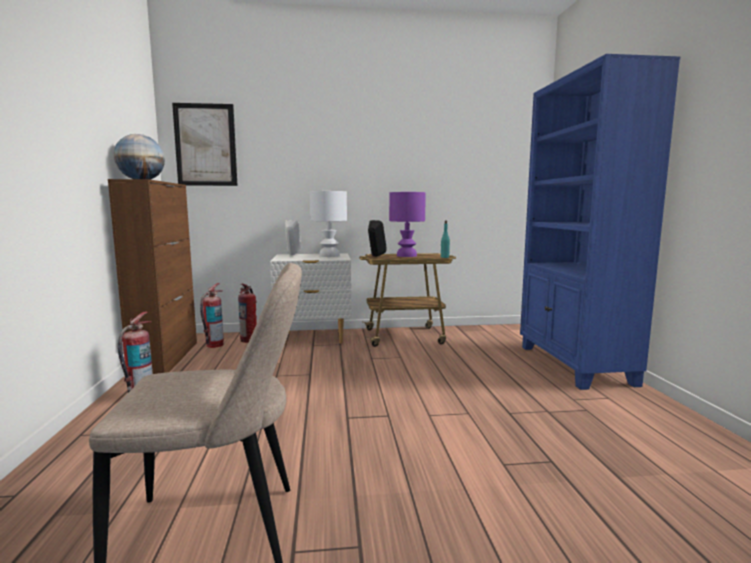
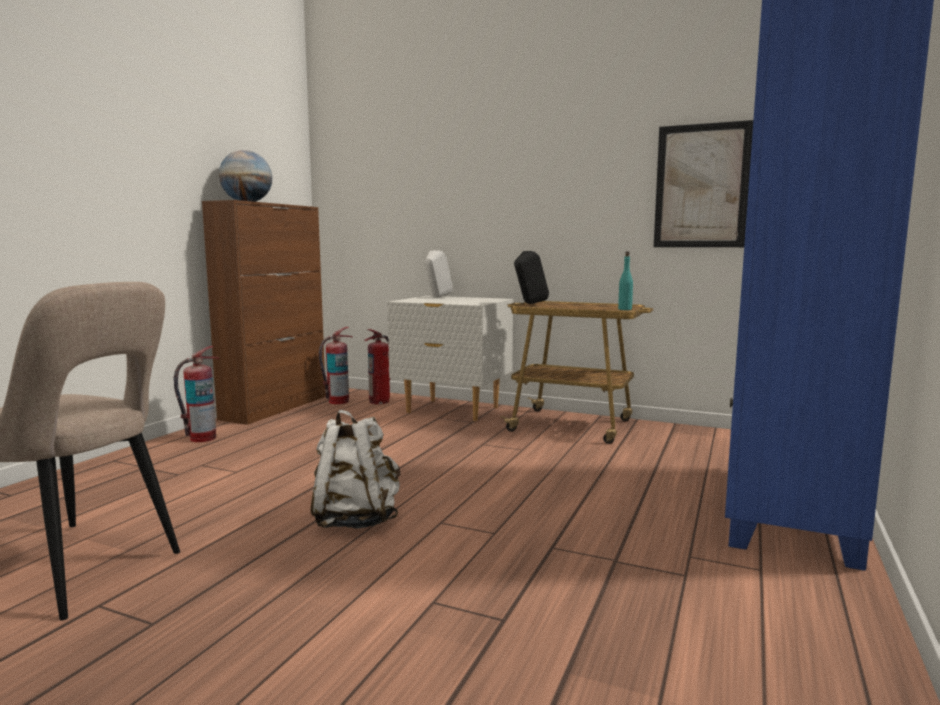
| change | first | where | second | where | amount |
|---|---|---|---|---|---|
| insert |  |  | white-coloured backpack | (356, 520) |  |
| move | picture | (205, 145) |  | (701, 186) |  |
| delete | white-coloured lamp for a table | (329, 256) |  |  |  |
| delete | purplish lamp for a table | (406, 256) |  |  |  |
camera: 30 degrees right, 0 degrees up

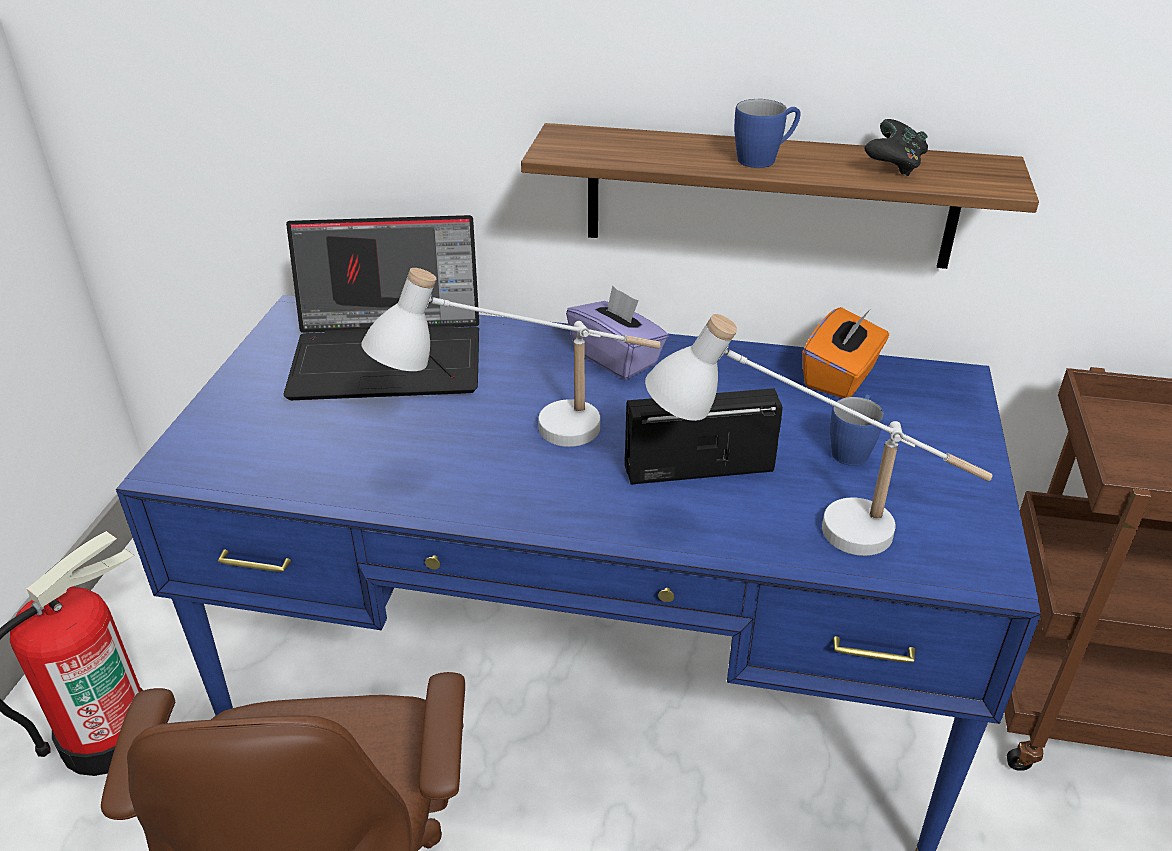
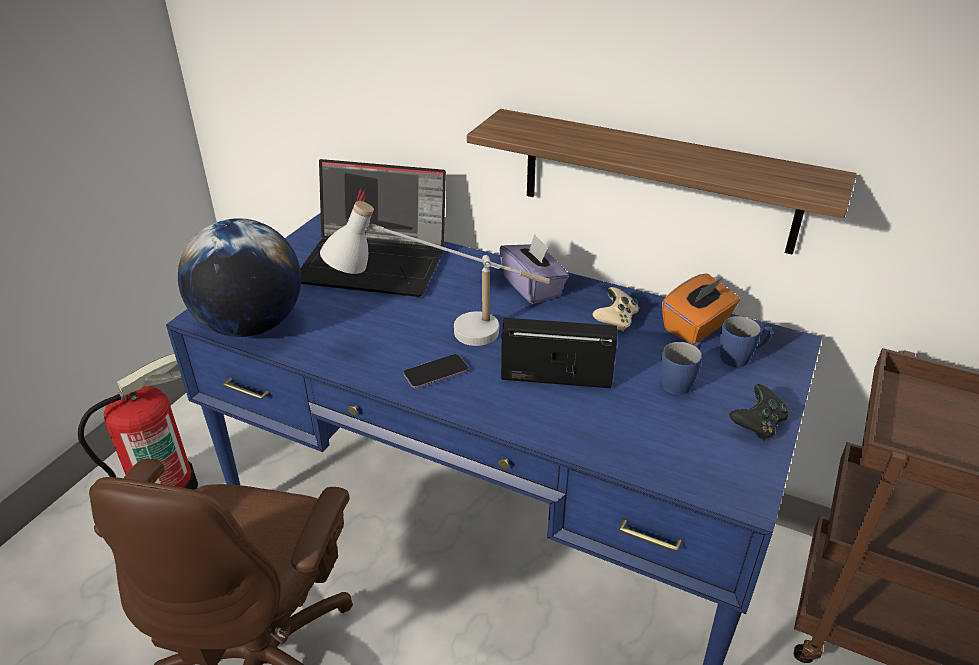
| change | first | where | second | where | amount |
|---|---|---|---|---|---|
| insert |  |  | world globe | (251, 325) |  |
| insert |  |  | telephone | (436, 373) |  |
| insert |  |  | beige game controller | (615, 320) |  |
| move | bluish mug | (764, 159) |  | (741, 357) |  |
| move | black-coloured game controller | (894, 165) |  | (757, 425) |  |
| delete | white-coloured lamp for a table | (803, 527) |  |  |  |
camera: 15 degrees right, 0 degrees up

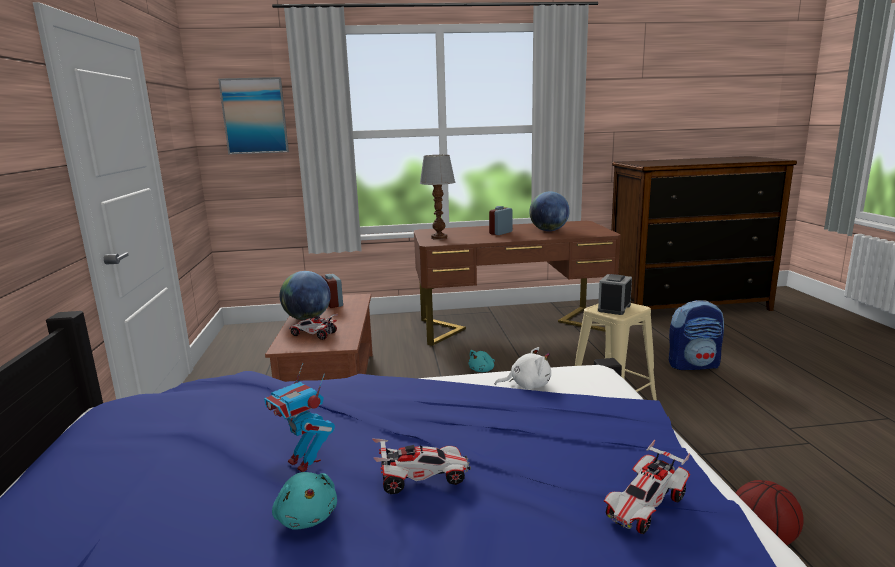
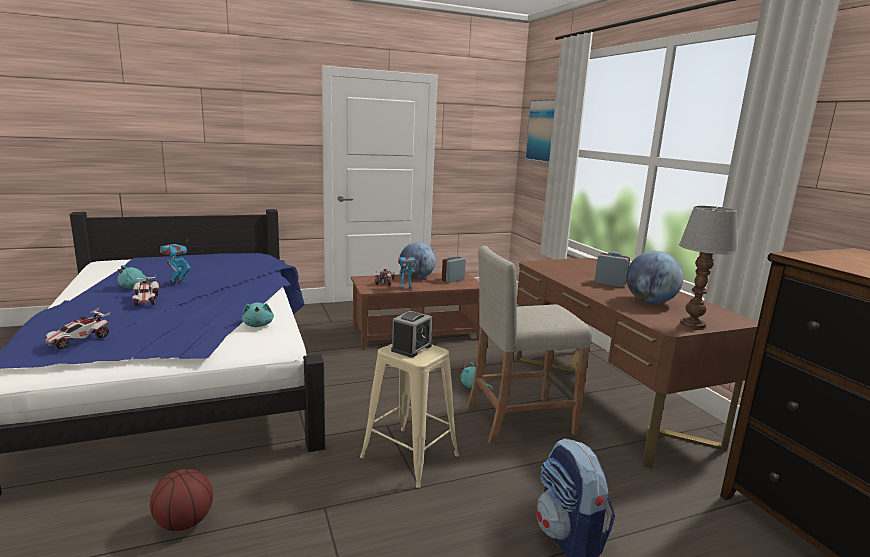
| change | first | where | second | where | amount |
|---|---|---|---|---|---|
| rotate | model car | (645, 507) |  | (79, 340) | 90 degrees counterclockwise |
| recolor | white-coloured cuddly toy | (527, 385) | turquoise cuddly toy | (258, 325) |  |
| rotate | alarm clock | (614, 308) |  | (411, 348) | 105 degrees clockwise |
| insert |  |  | model robot | (406, 289) |  |
| insert |  |  | beige sitting stool | (519, 420) |  |
| move | lamp for a table | (439, 237) |  | (693, 325) |  |
camera: 75 degrees right, 0 degrees up

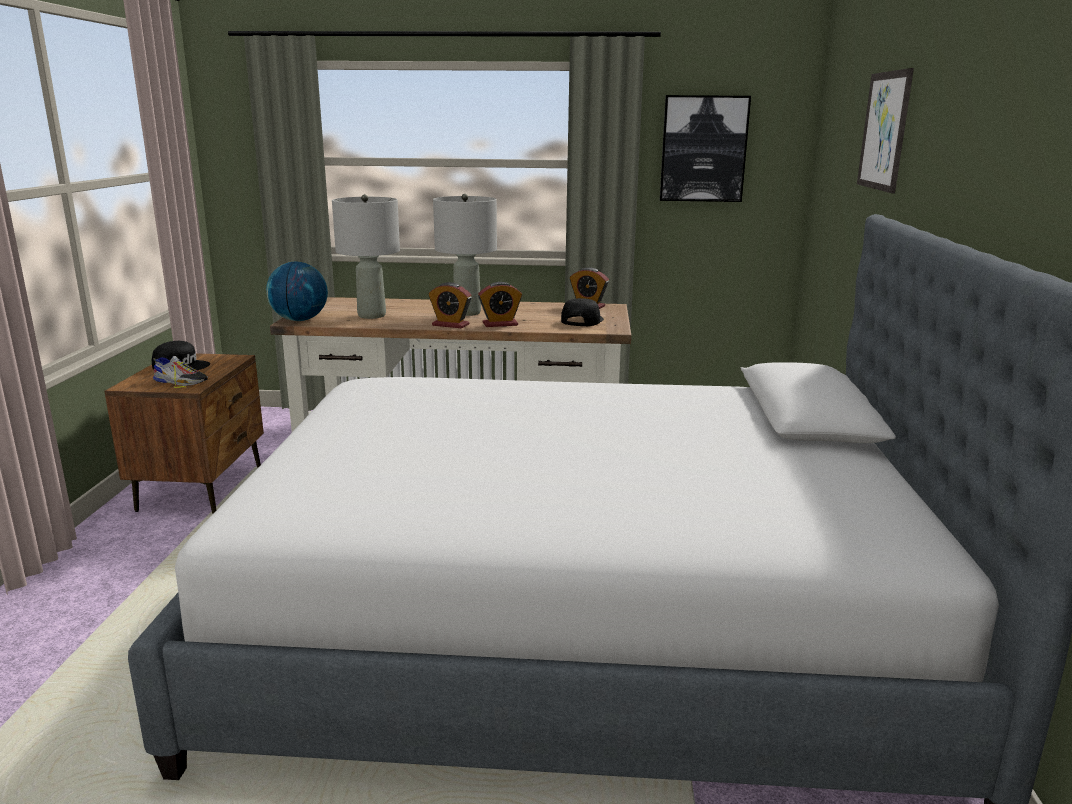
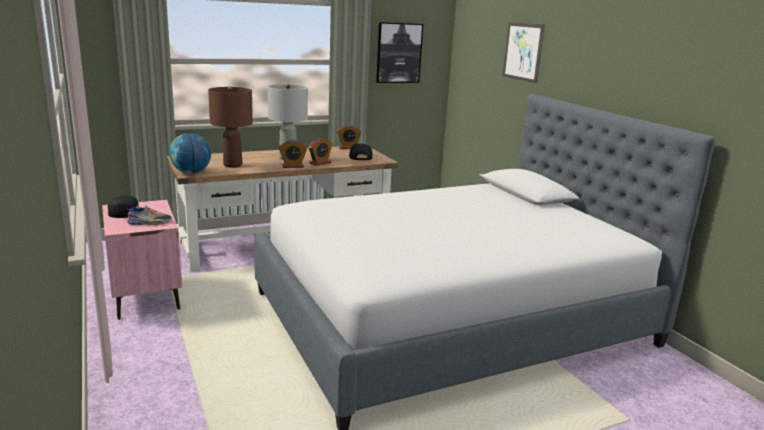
| change | first | where | second | where | amount |
|---|---|---|---|---|---|
| recolor | brown-coloured night table | (202, 488) | pinkish night table | (146, 296) |  |
| recolor | grey lamp for a table | (372, 315) | brown-coloured lamp for a table | (233, 165) |  |
camera: 30 degrees left, 0 degrees up

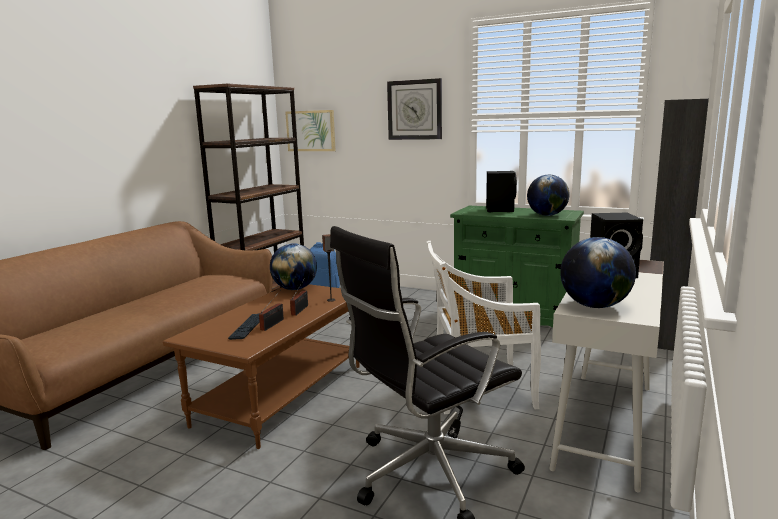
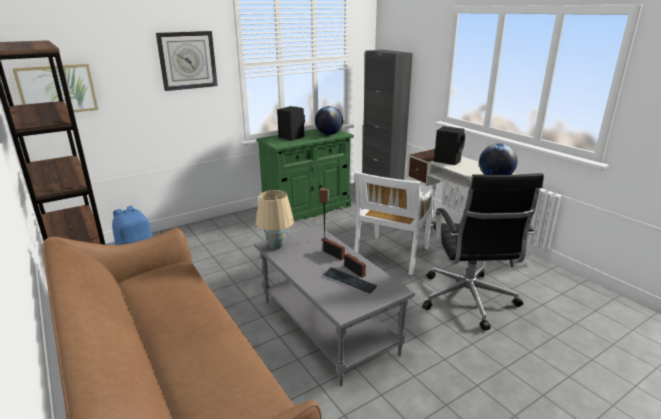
| change | first | where | second | where | amount |
|---|---|---|---|---|---|
| recolor | brown-coloured lounge table | (281, 393) | grey lounge table | (326, 327) |  |
| replace | world globe | (295, 289) | beige lamp for a table | (276, 246) |  |
camera: 60 degrees left, 10 degrees up

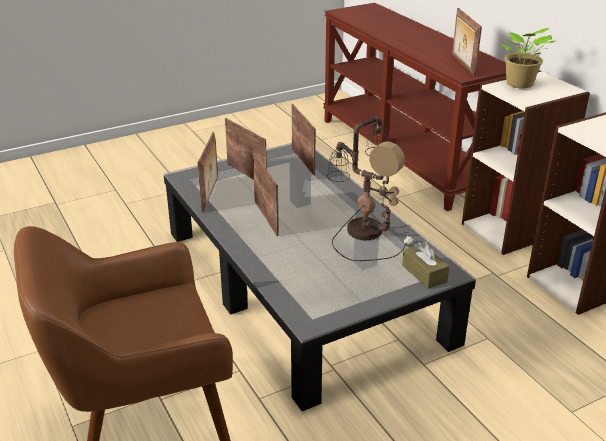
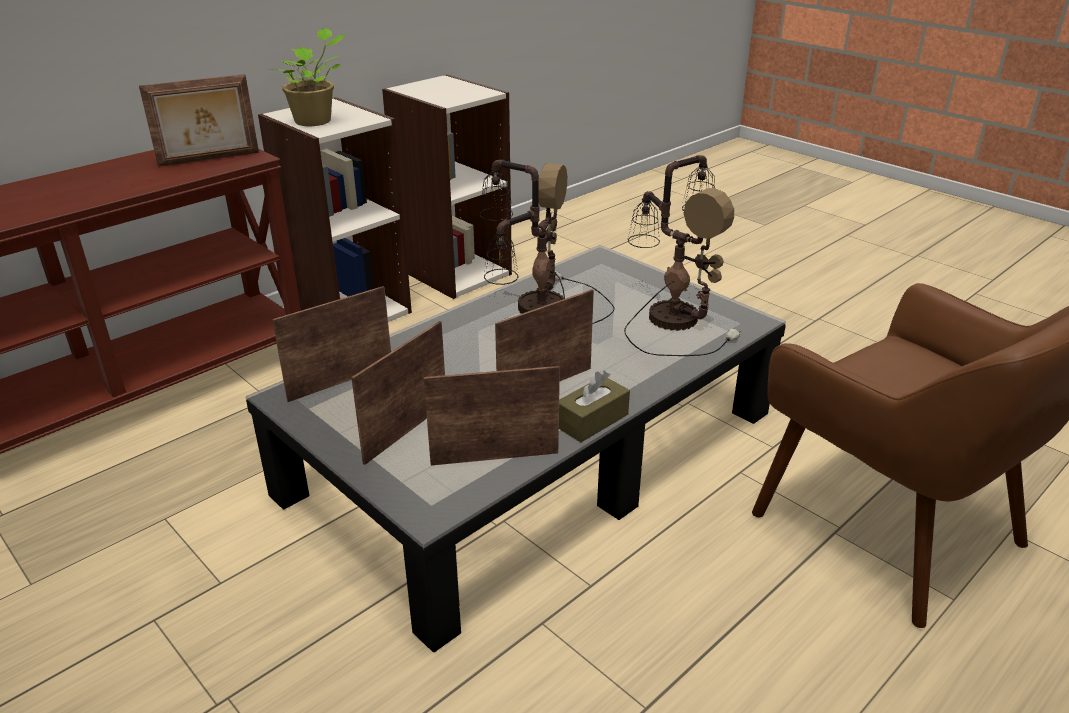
| change | first | where | second | where | amount |
|---|---|---|---|---|---|
| move | brown-coloured tissue box | (424, 273) |  | (592, 420) |  |
| insert |  |  | lamp for a table | (672, 317) |  |
camera: 105 degrees left, 0 degrees up

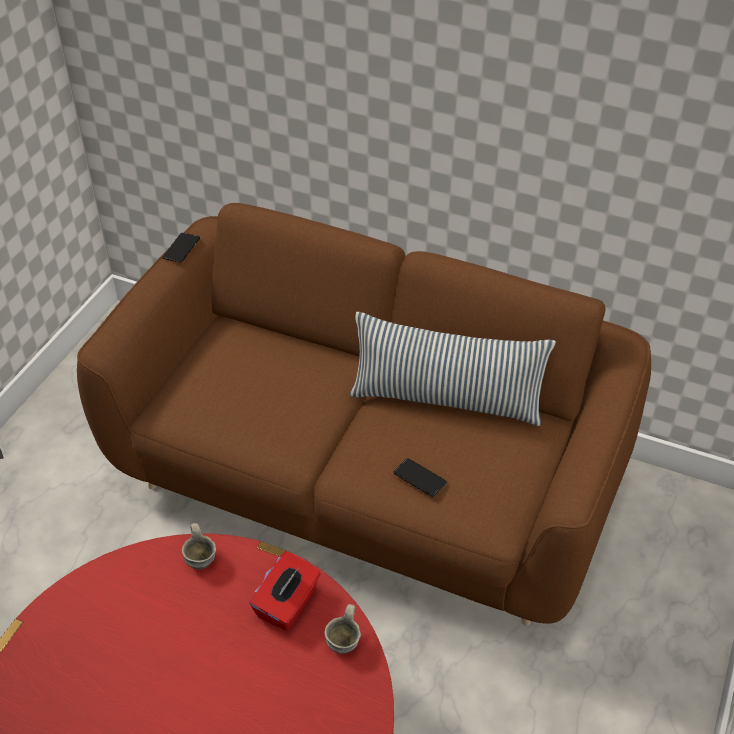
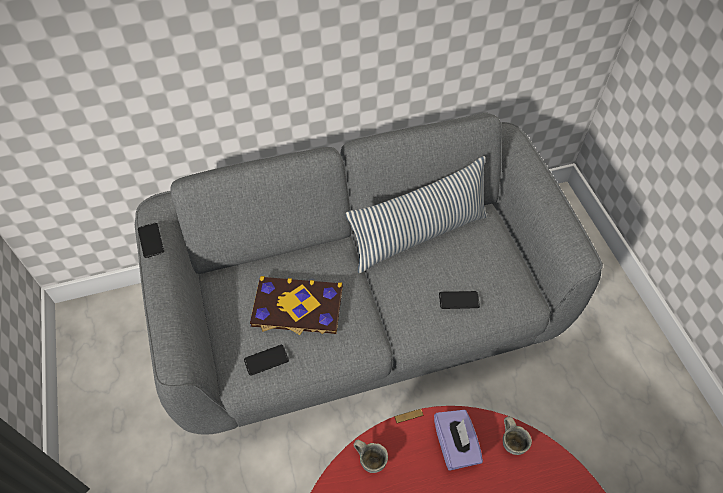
| change | first | where | second | where | amount |
|---|---|---|---|---|---|
| recolor | brown-coloured couch | (367, 484) | grey couch | (361, 319) |  |
| insert |  |  | telephone | (266, 360) |  |
| insert |  |  | book | (297, 307) |  |
| recolor | red tissue box | (287, 604) | purplish tissue box | (455, 446) |  |
camera: 40 degrees left, 10 degrees up

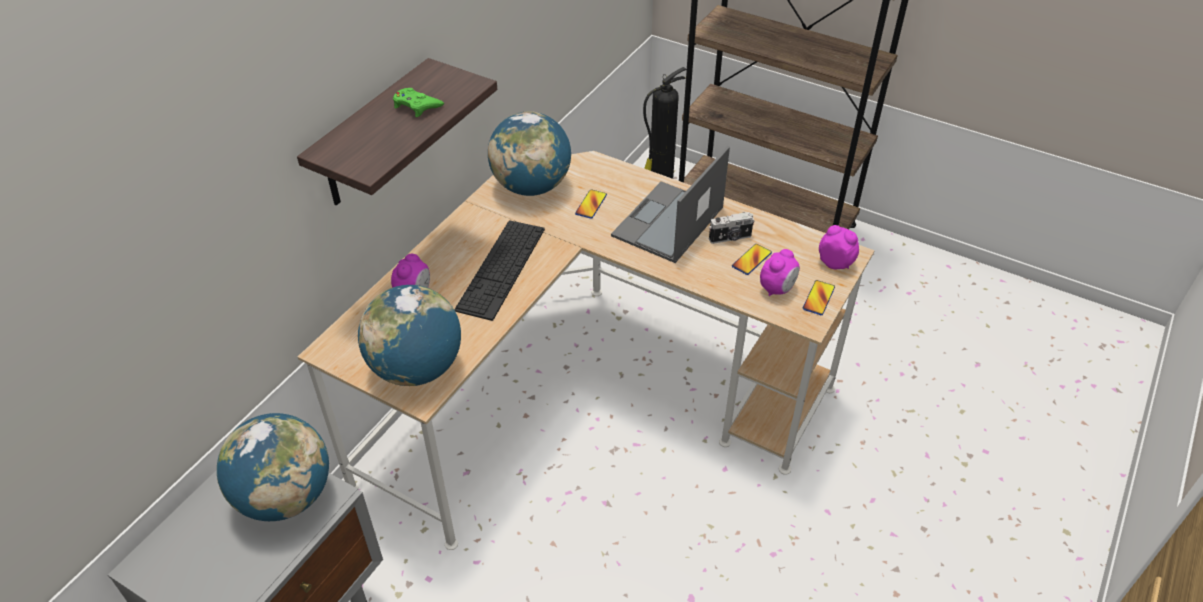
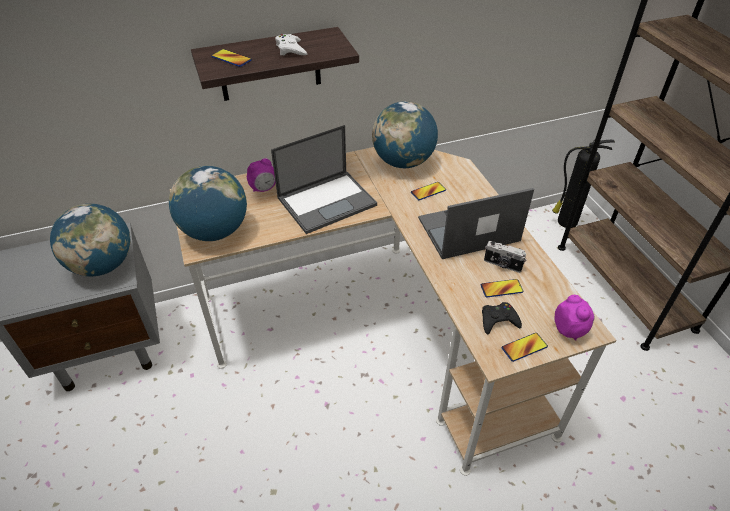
| change | first | where | second | where | amount |
|---|---|---|---|---|---|
| insert |  |  | telephone | (231, 59) |  |
| replace | PC keyboard | (501, 268) | portable computer | (327, 201) |  |
| recolor | greenish game controller | (416, 106) | white-coloured game controller | (291, 49) |  |
| replace | alarm clock | (777, 288) | black-coloured game controller | (498, 320) |  |
camera: 40 degrees right, 0 degrees up

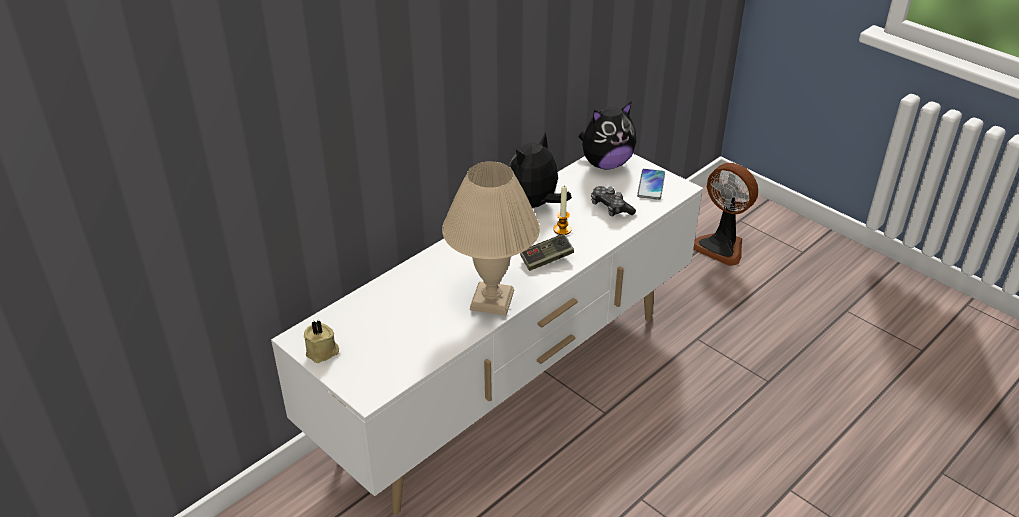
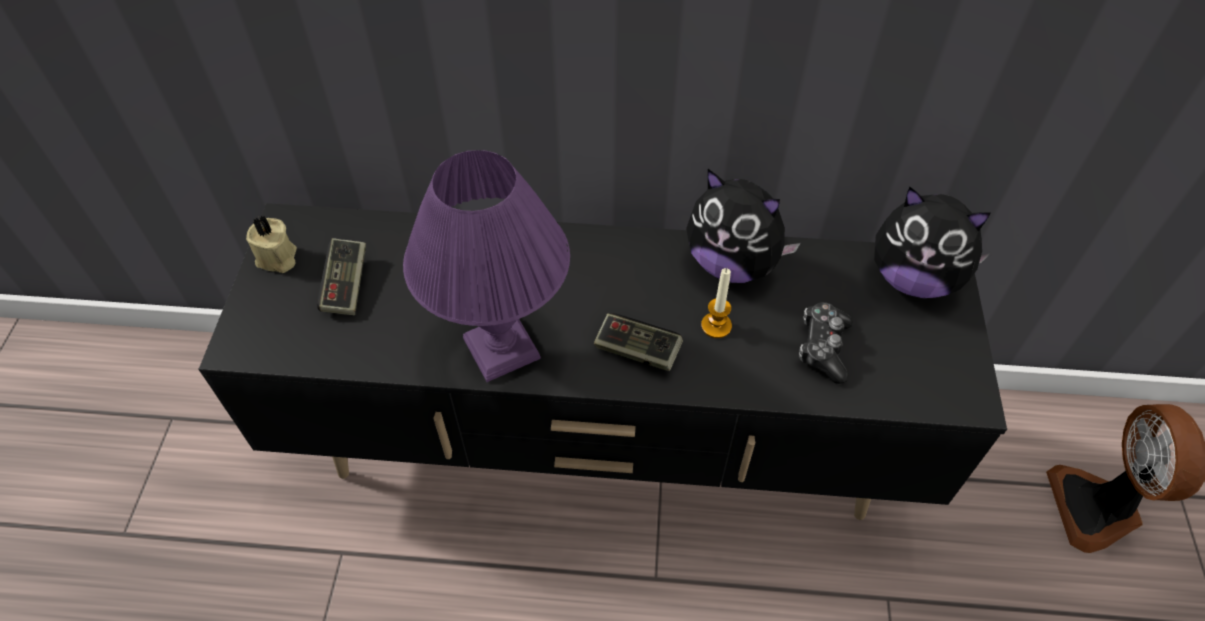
| change | first | where | second | where | amount |
|---|---|---|---|---|---|
| recolor | white-coloured tv unit | (509, 386) | black-coloured tv unit | (604, 447) |  |
| insert |  |  | game controller | (346, 285) |  |
| recolor | beige lamp for a table | (493, 300) | purplish lamp for a table | (503, 349) |  |
| rotate | cuddly toy | (534, 205) |  | (732, 263) | 150 degrees counterclockwise |
| delete | telephone | (651, 185) |  |  |  |
camera: 50 degrees right, 15 degrees up

